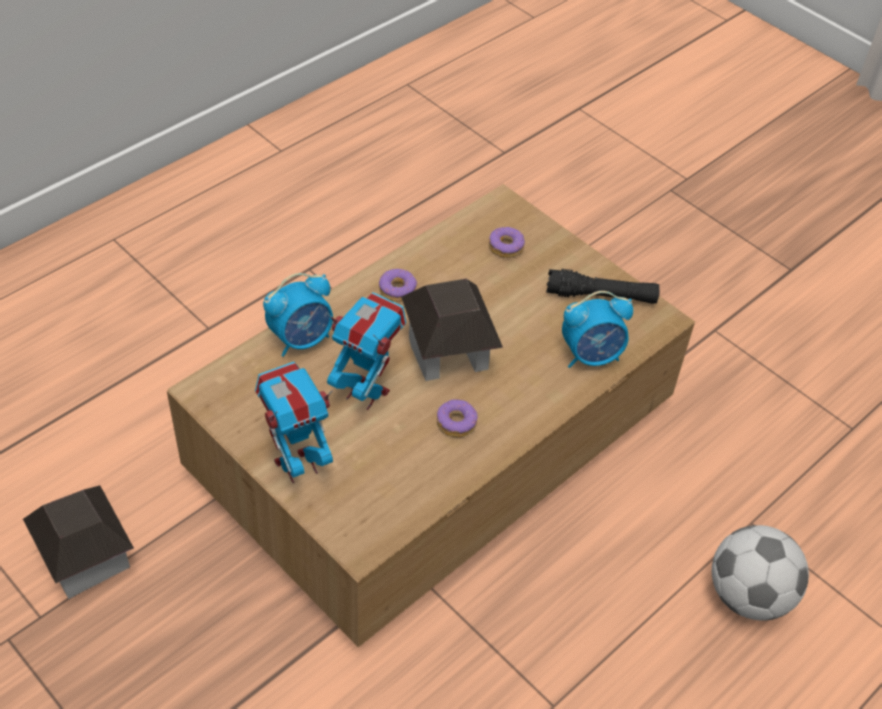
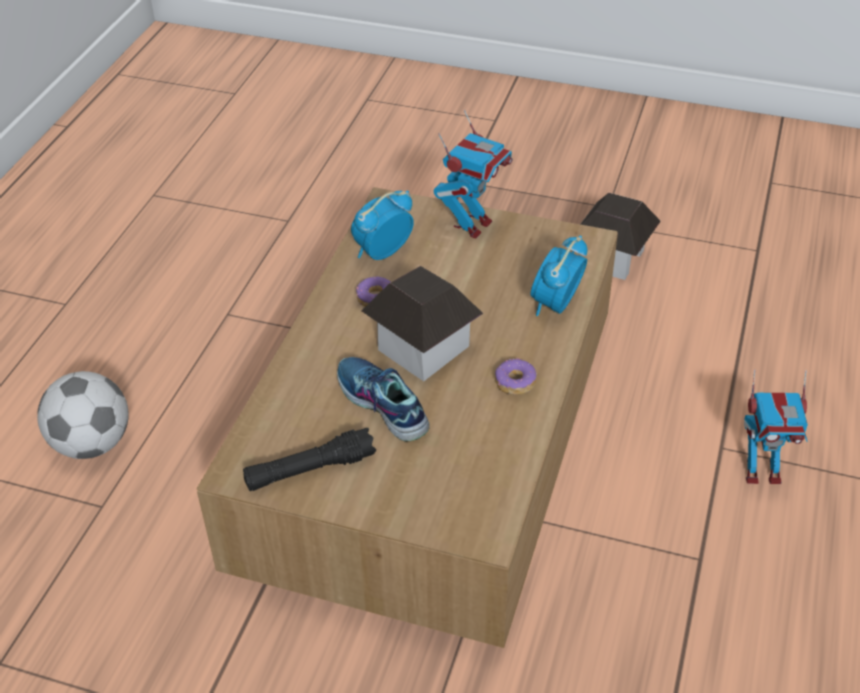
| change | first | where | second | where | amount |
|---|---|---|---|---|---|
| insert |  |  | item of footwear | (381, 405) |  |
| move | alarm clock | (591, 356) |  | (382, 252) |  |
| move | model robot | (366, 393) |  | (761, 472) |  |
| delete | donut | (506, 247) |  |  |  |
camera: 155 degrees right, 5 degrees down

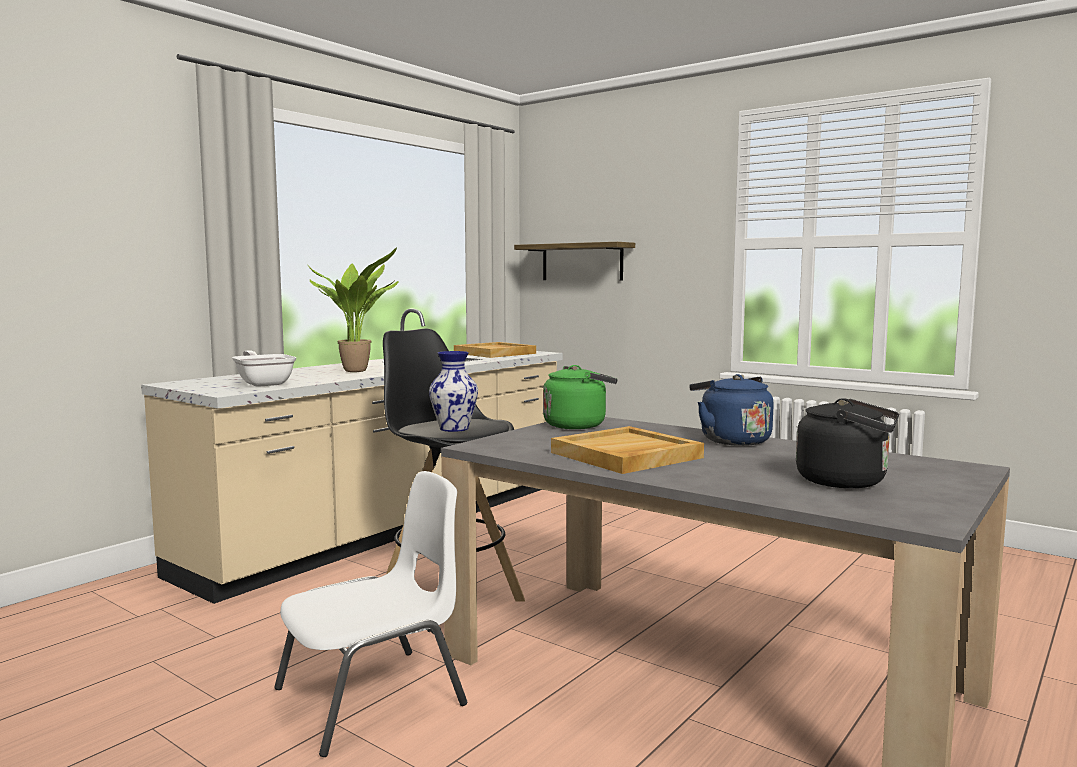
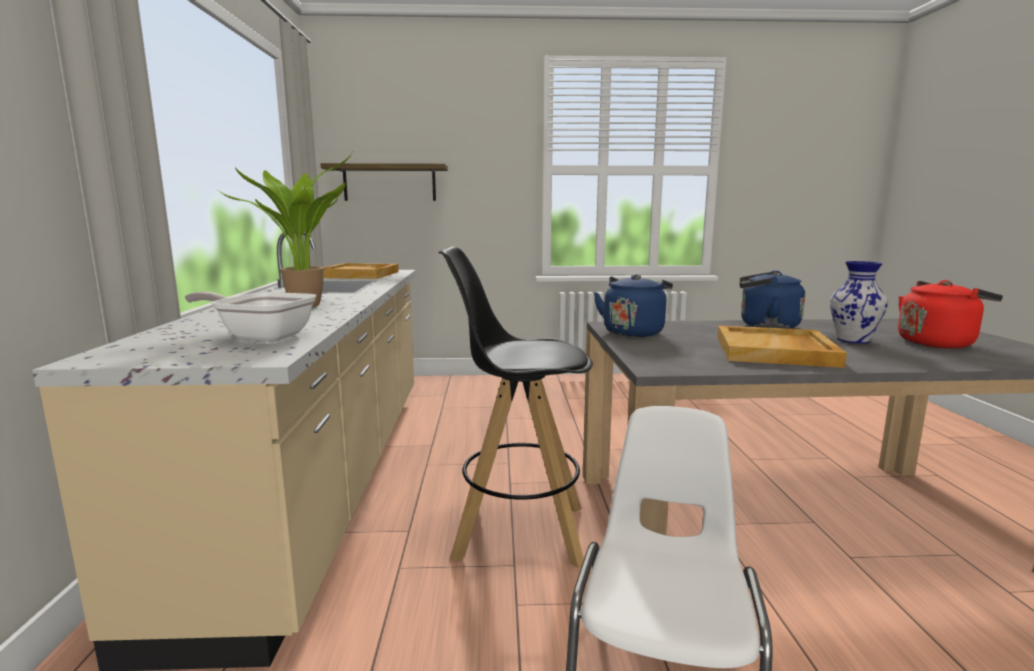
| change | first | where | second | where | amount |
|---|---|---|---|---|---|
| recolor | greenish kettle | (578, 425) | bluish kettle | (633, 332) |  |
| move | decorative vase | (454, 429) |  | (852, 340) |  |
| recolor | black-coloured kettle | (847, 482) | red kettle | (937, 343) |  |
camera: 40 degrees left, 5 degrees up

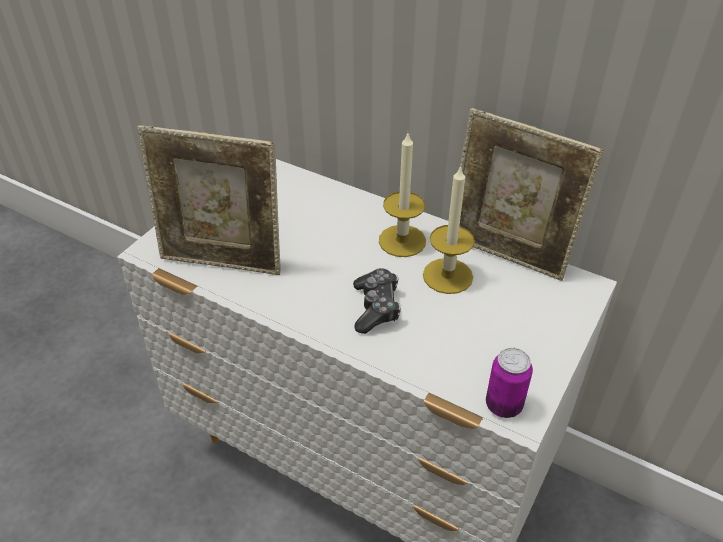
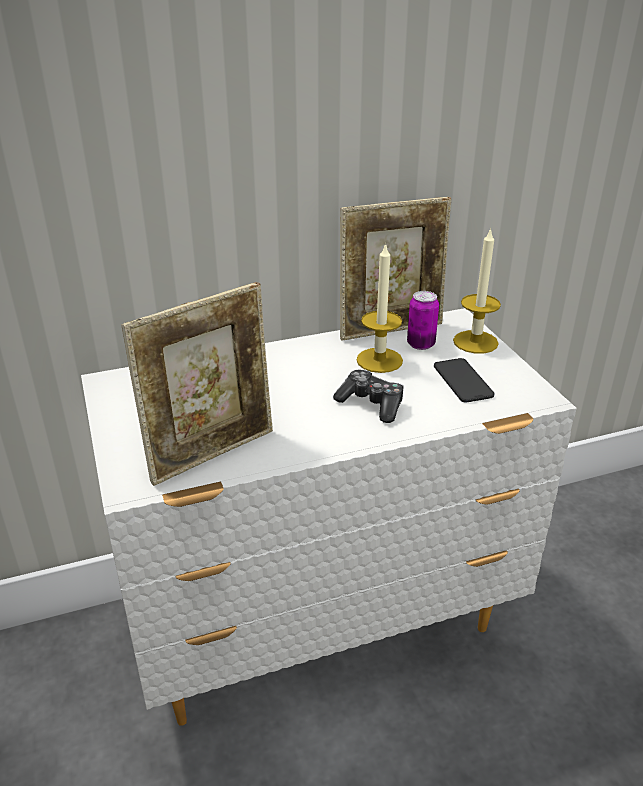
| change | first | where | second | where | amount |
|---|---|---|---|---|---|
| move | metal can | (503, 405) |  | (421, 344) |  |
| insert |  |  | telephone | (463, 381) |  |
| move | wax candle | (402, 241) |  | (475, 342) |  |
camera: 50 degrees left, 10 degrees down

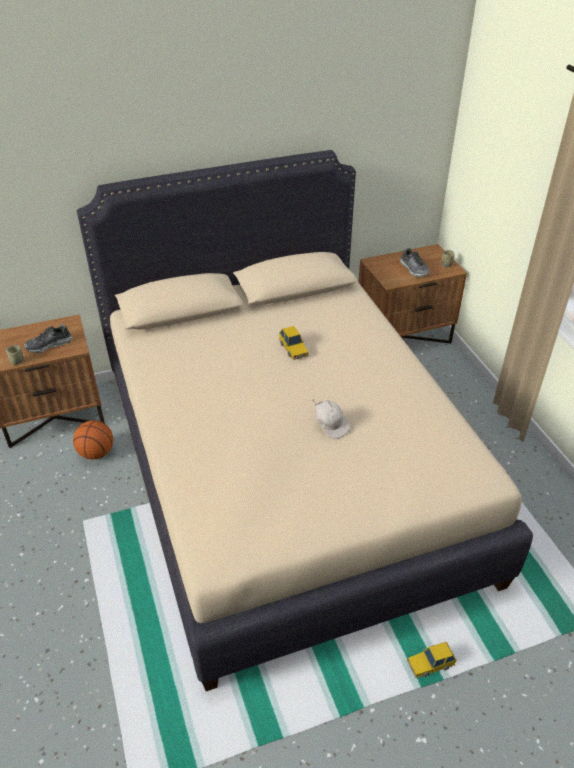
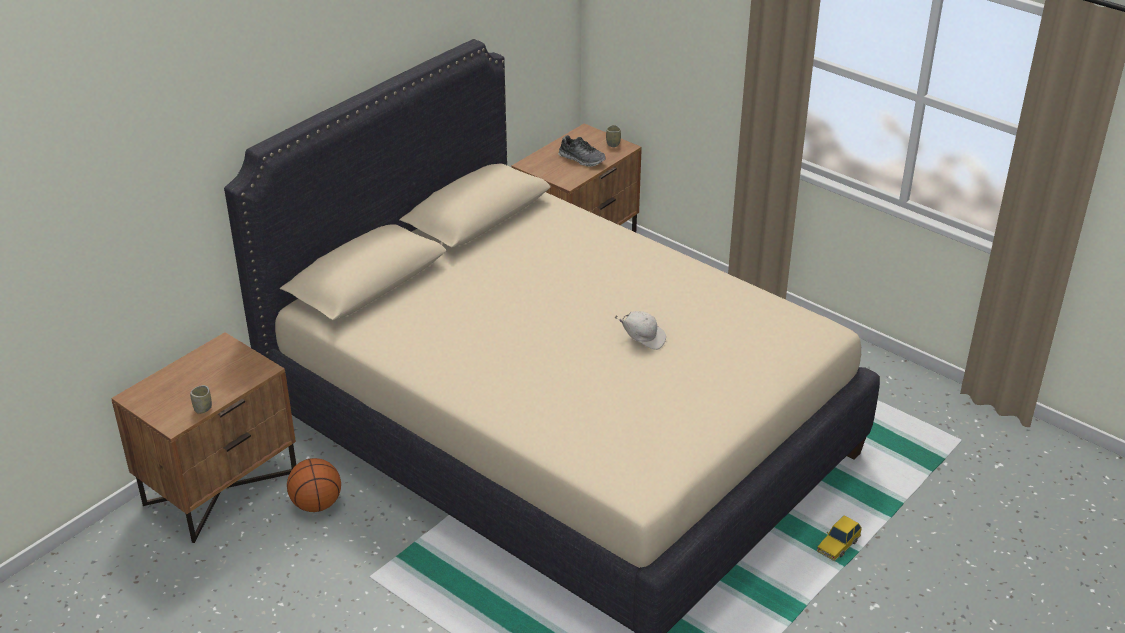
| change | first | where | second | where | amount |
|---|---|---|---|---|---|
| delete | item of footwear | (49, 345) |  |  |  |
| delete | model car | (293, 349) |  |  |  |
camera: 30 degrees left, 5 degrees down

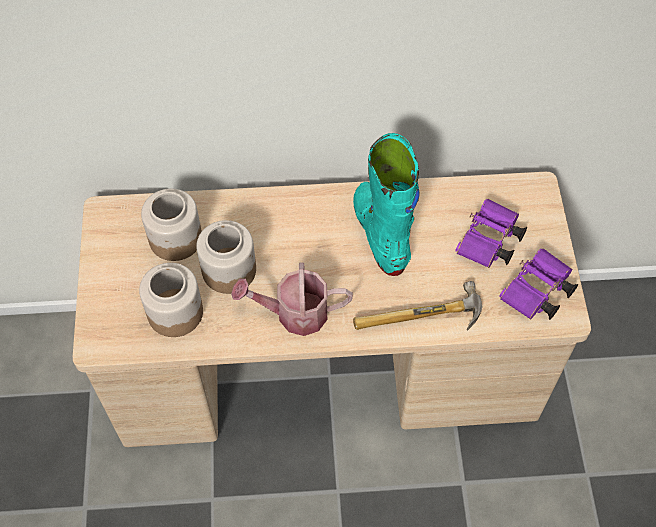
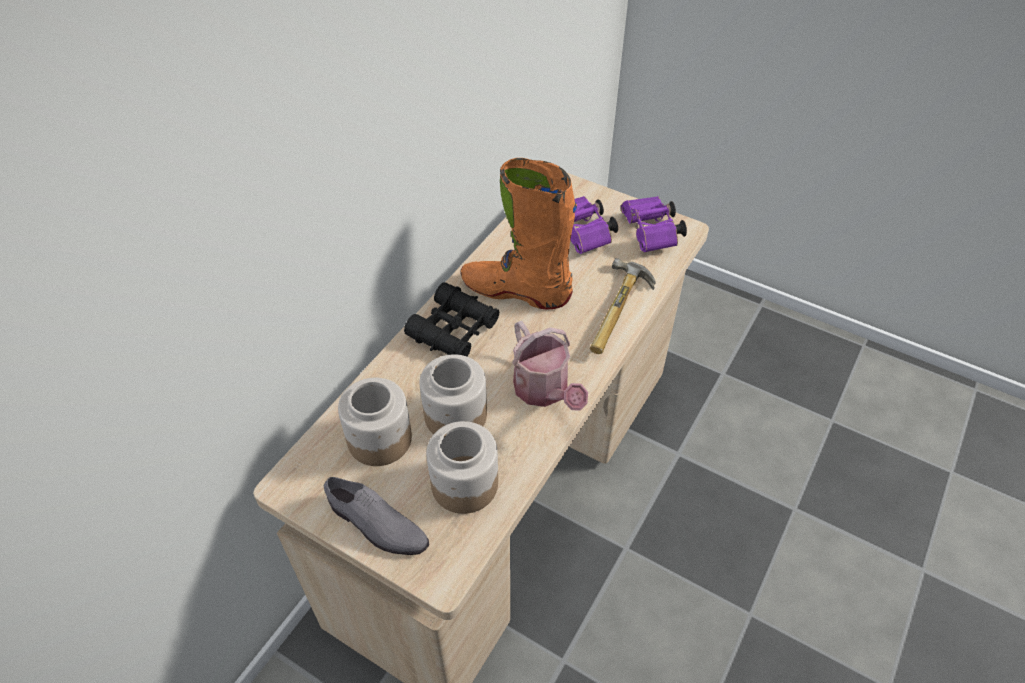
| change | first | where | second | where | amount |
|---|---|---|---|---|---|
| insert |  |  | grey item of footwear | (375, 524) |  |
| insert |  |  | black-coloured pair of binoculars | (453, 330) |  |
| recolor | turquoise high-top boot | (381, 234) | orangey high-top boot | (516, 291) |  |
| rotate | sprinkling can | (294, 313) |  | (544, 391) | 60 degrees counterclockwise |
camera: 55 degrees left, 10 degrees down

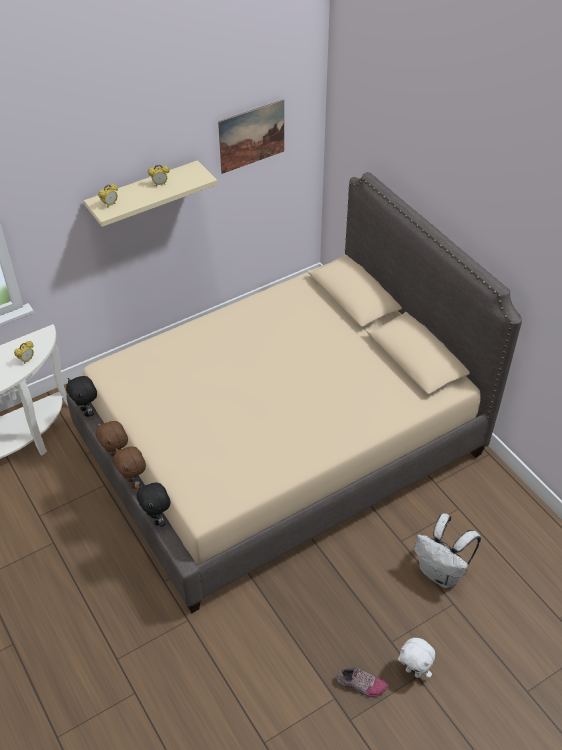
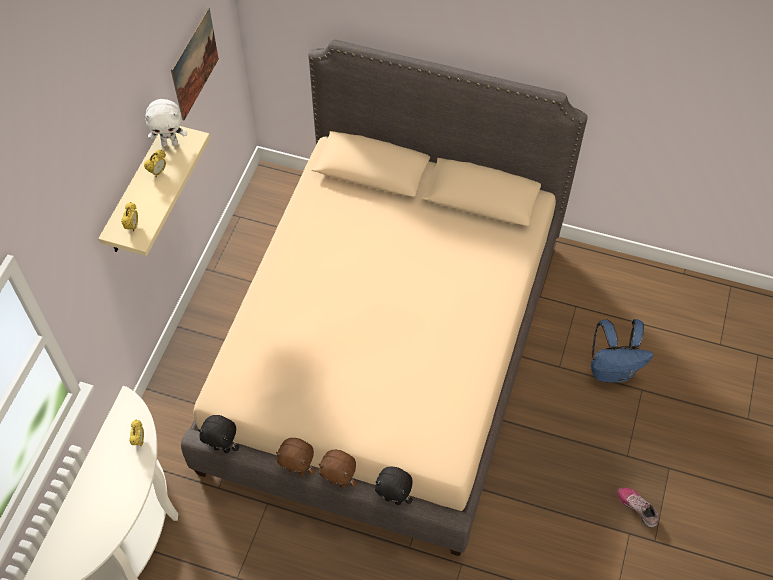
| change | first | where | second | where | amount |
|---|---|---|---|---|---|
| move | white-coloured cuddly toy | (413, 672) |  | (170, 143) |  |
| recolor | white-coloured backpack | (441, 573) | bluish backpack | (612, 371) |  |
| rotate | item of footwear | (361, 685) |  | (637, 507) | 105 degrees counterclockwise |
camera: 40 degrees left, 10 degrees up

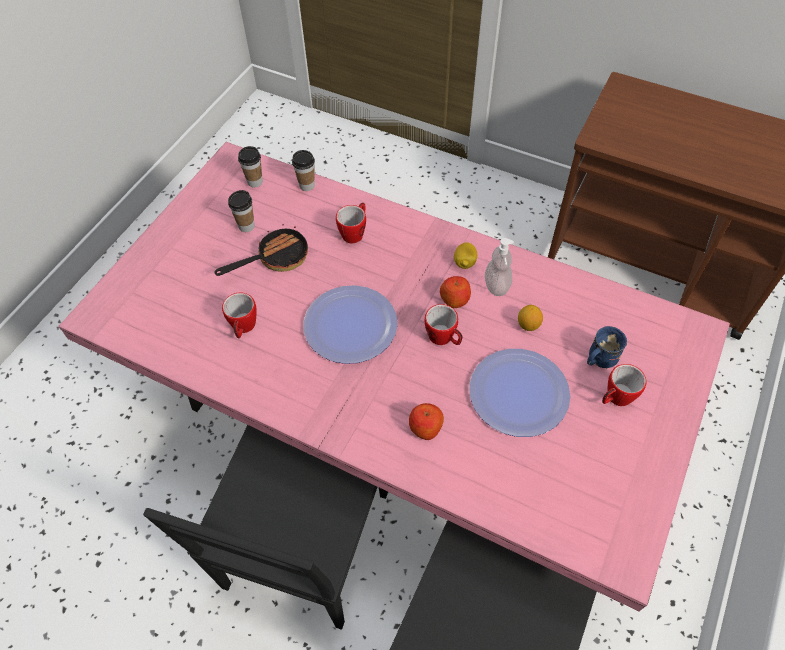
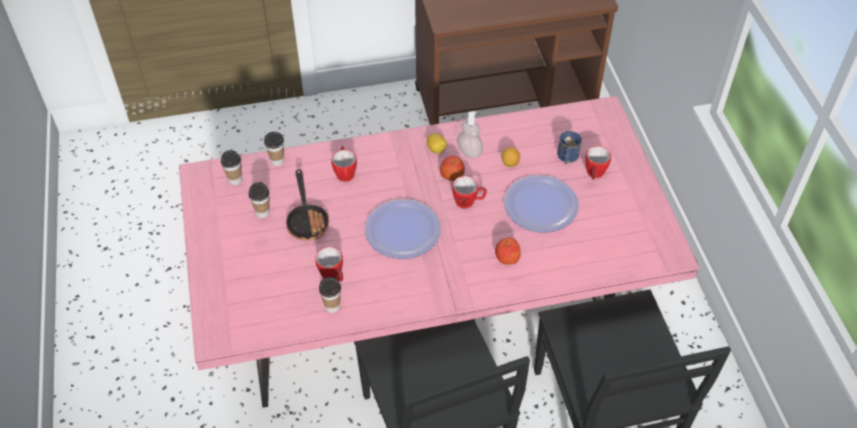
| change | first | where | second | where | amount |
|---|---|---|---|---|---|
| rotate | pan | (276, 258) |  | (307, 220) | 150 degrees clockwise |
| insert |  |  | small cup | (332, 306) |  |
camera: 40 degrees left, 5 degrees down

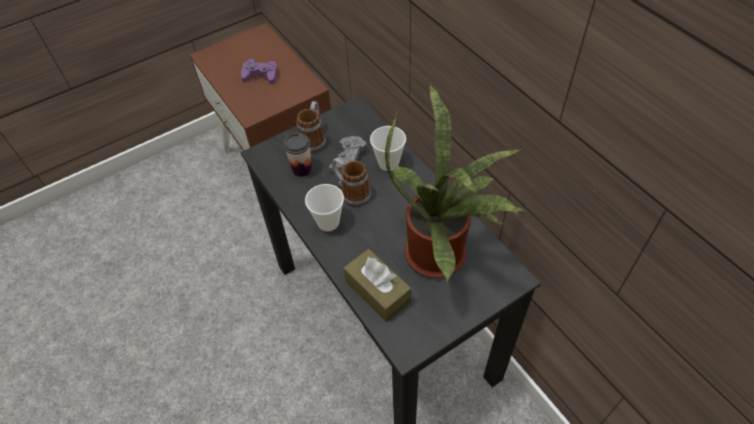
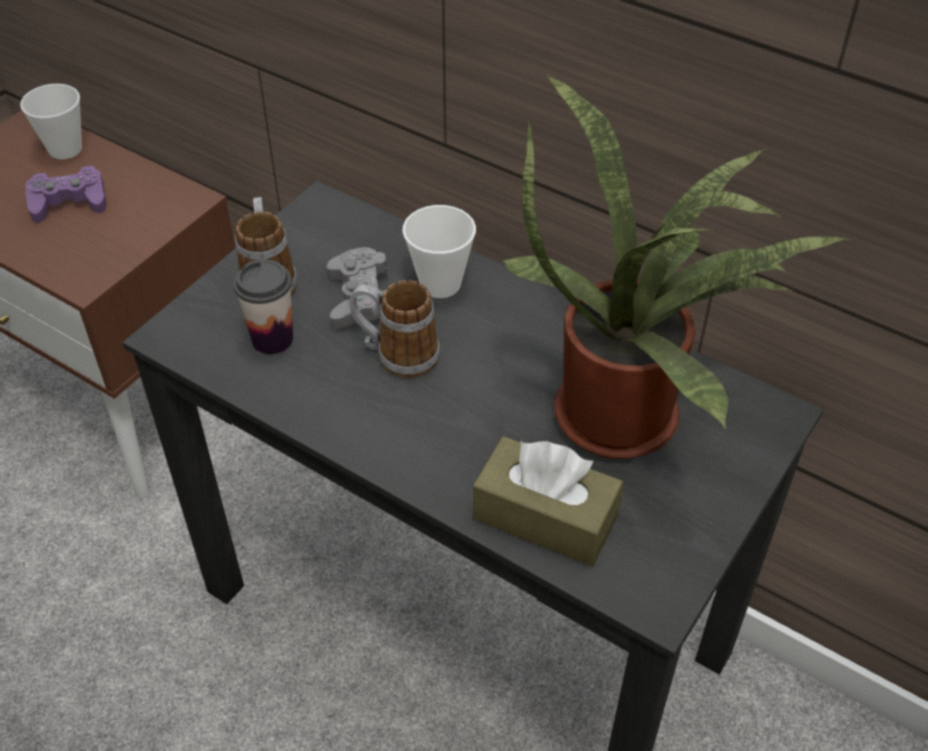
| change | first | where | second | where | amount |
|---|---|---|---|---|---|
| move | small cup | (328, 222) |  | (65, 149) |  |
camera: 25 degrees left, 5 degrees down

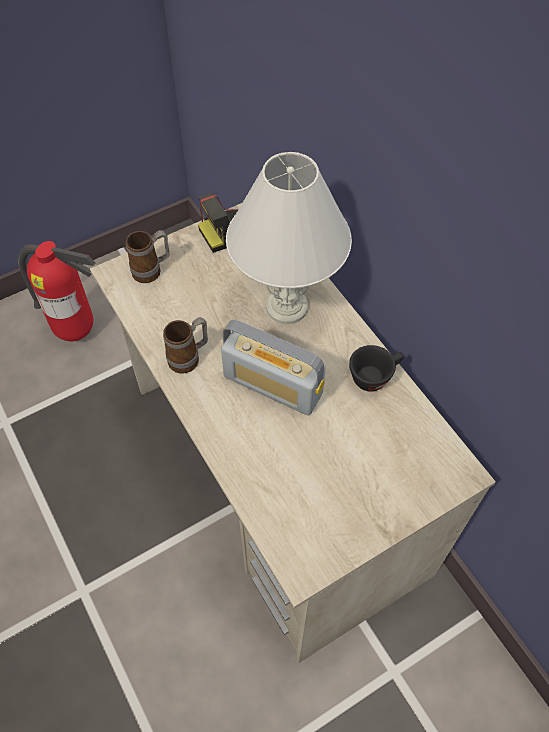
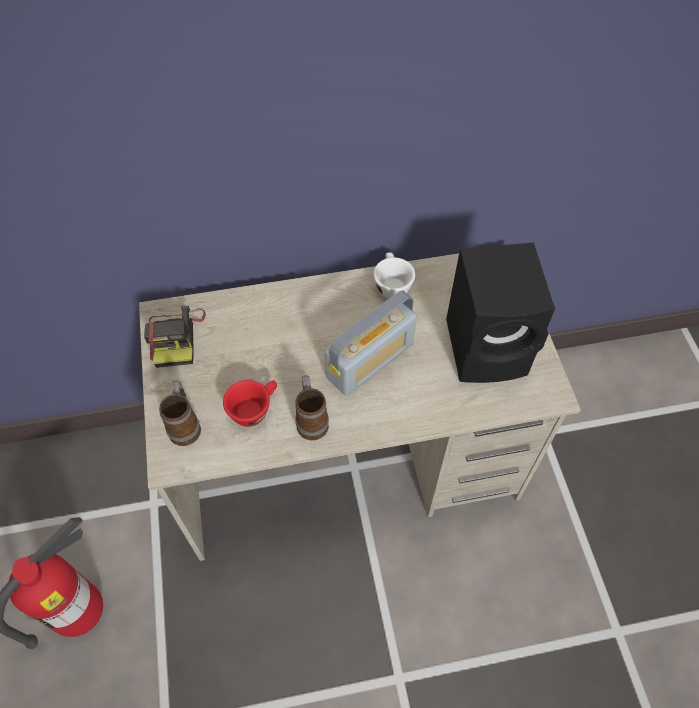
| change | first | where | second | where | amount |
|---|---|---|---|---|---|
| insert |  |  | red small cup | (254, 408) |  |
| recolor | black-coloured small cup | (374, 376) | white-coloured small cup | (391, 284) |  |
| insert |  |  | black-coloured audio speaker | (489, 348) |  |
| delete | white-coloured lamp for a table | (287, 306) |  |  |  |
camera: 70 degrees left, 0 degrees up

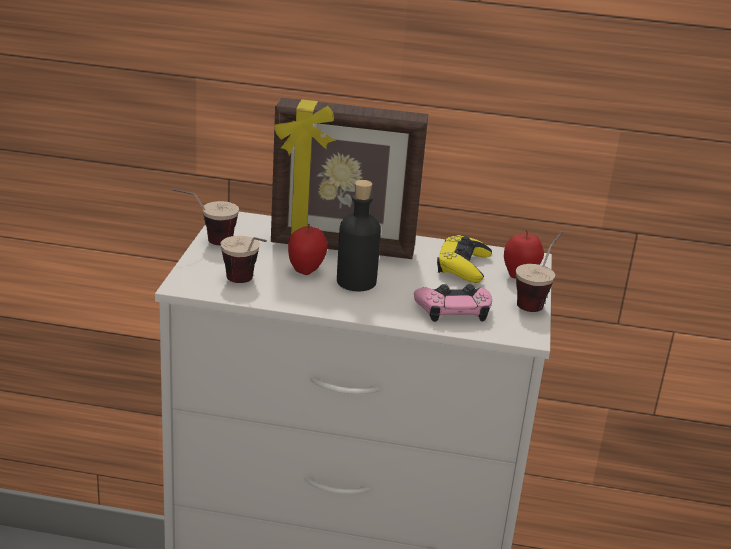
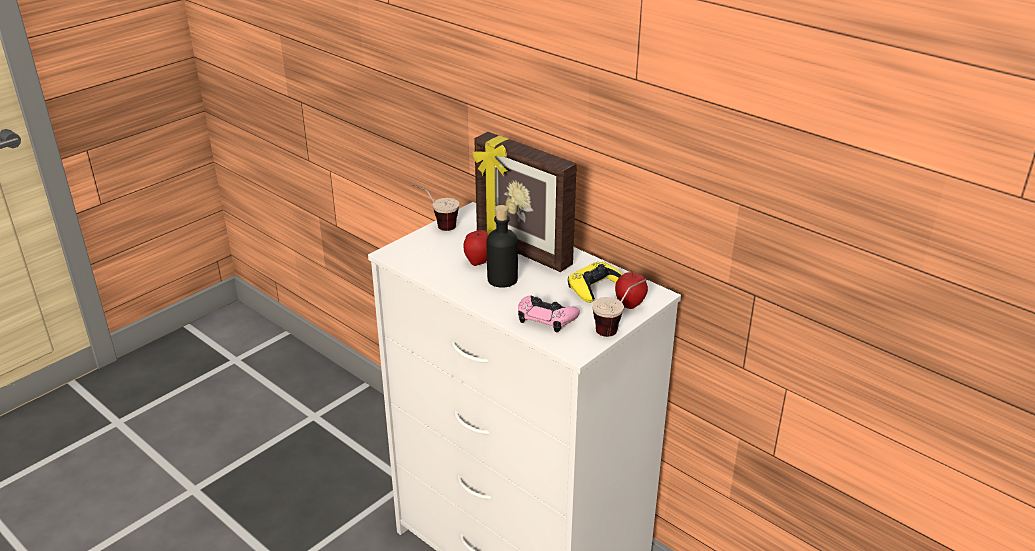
| change | first | where | second | where | amount |
|---|---|---|---|---|---|
| delete | small cup | (247, 284) |  |  |  |
camera: 35 degrees right, 5 degrees up

